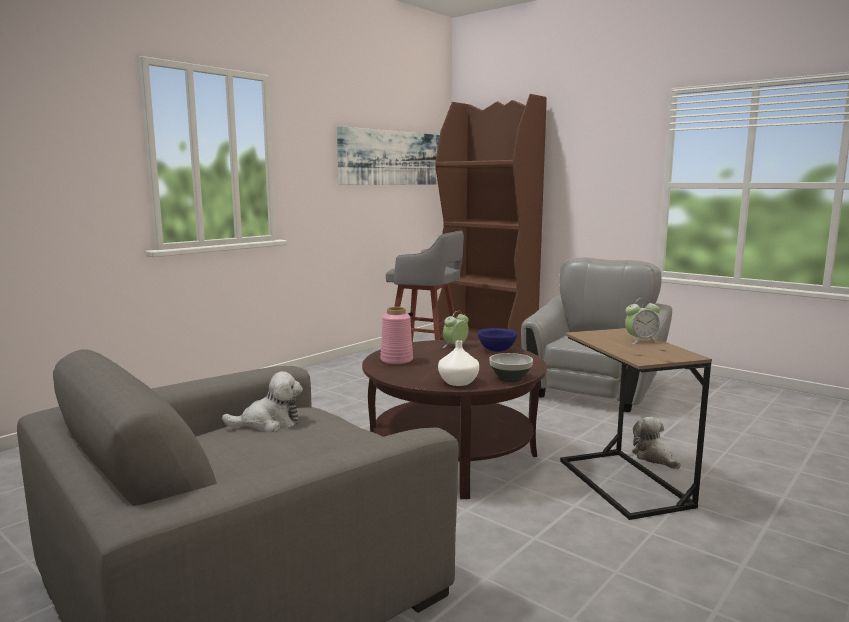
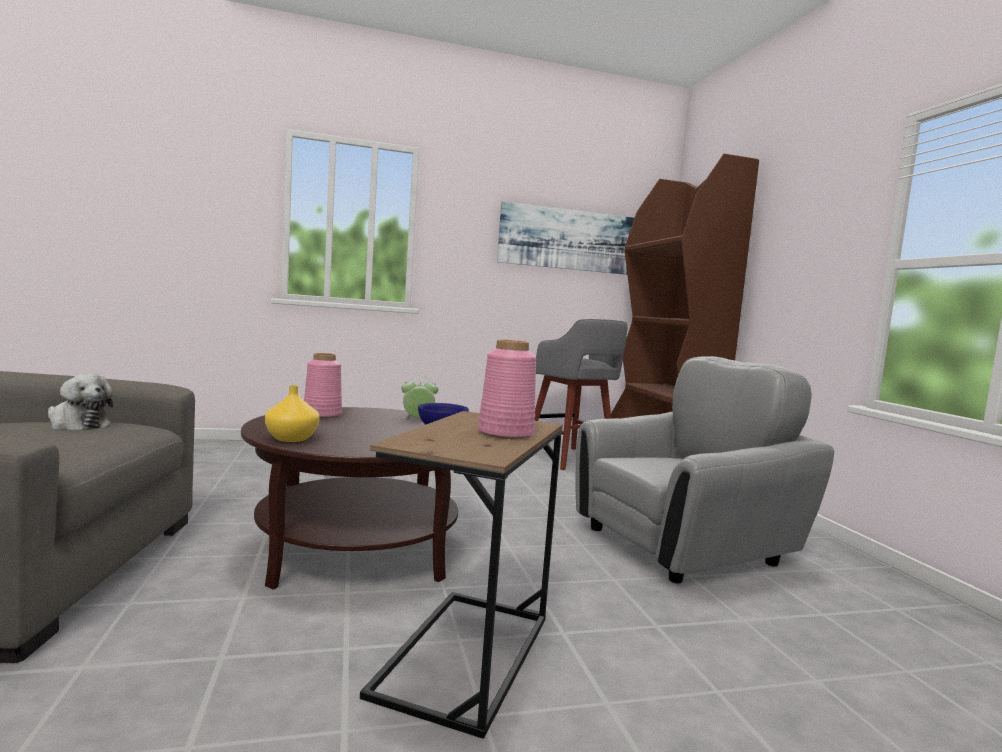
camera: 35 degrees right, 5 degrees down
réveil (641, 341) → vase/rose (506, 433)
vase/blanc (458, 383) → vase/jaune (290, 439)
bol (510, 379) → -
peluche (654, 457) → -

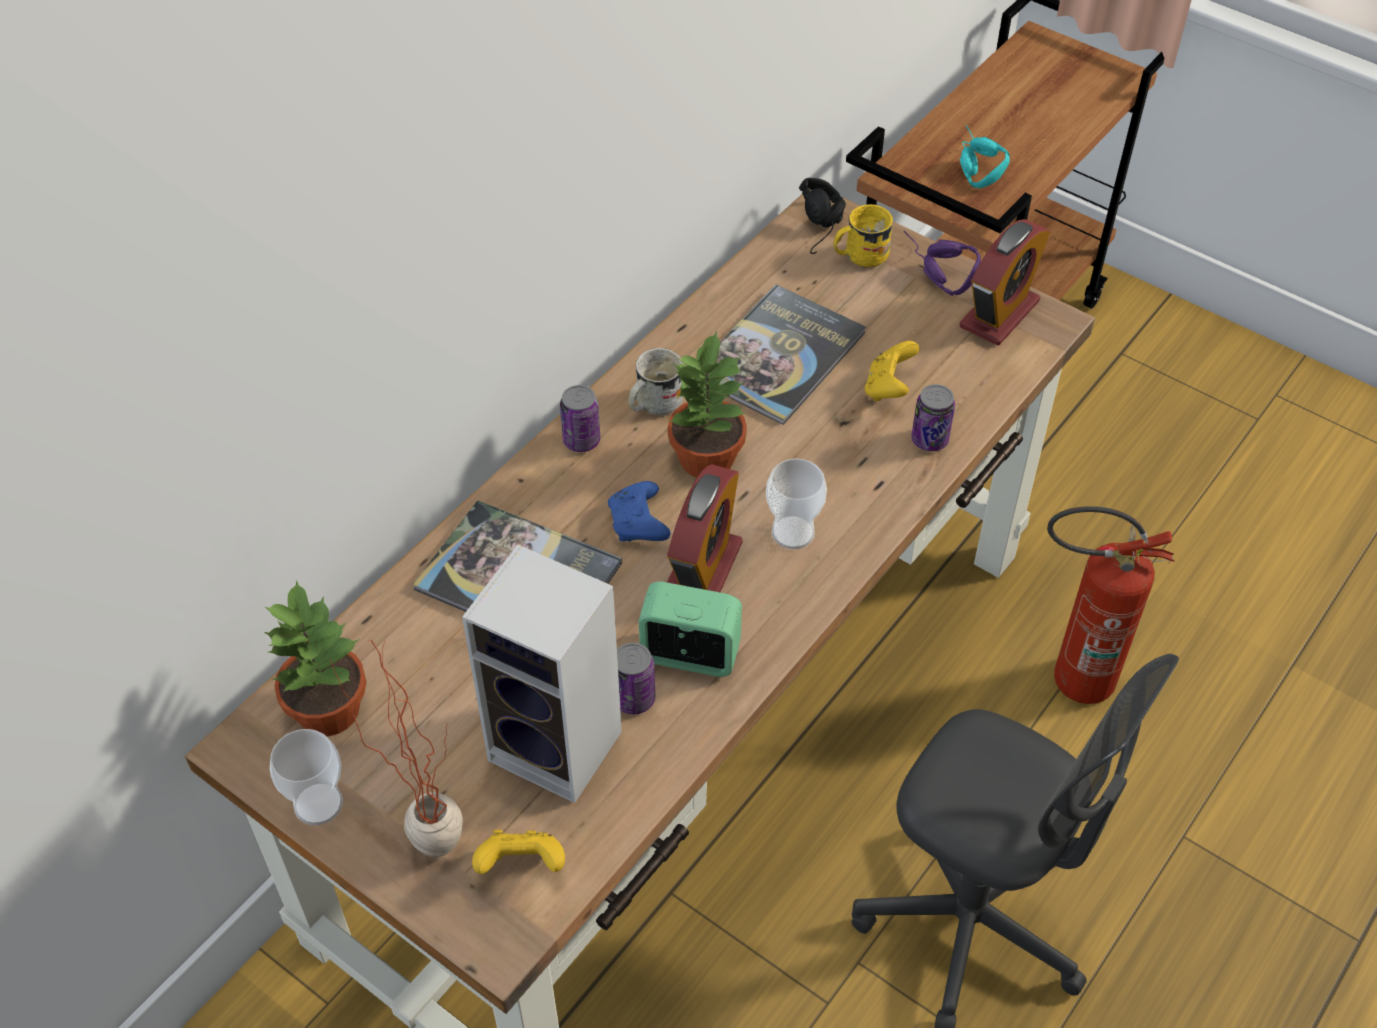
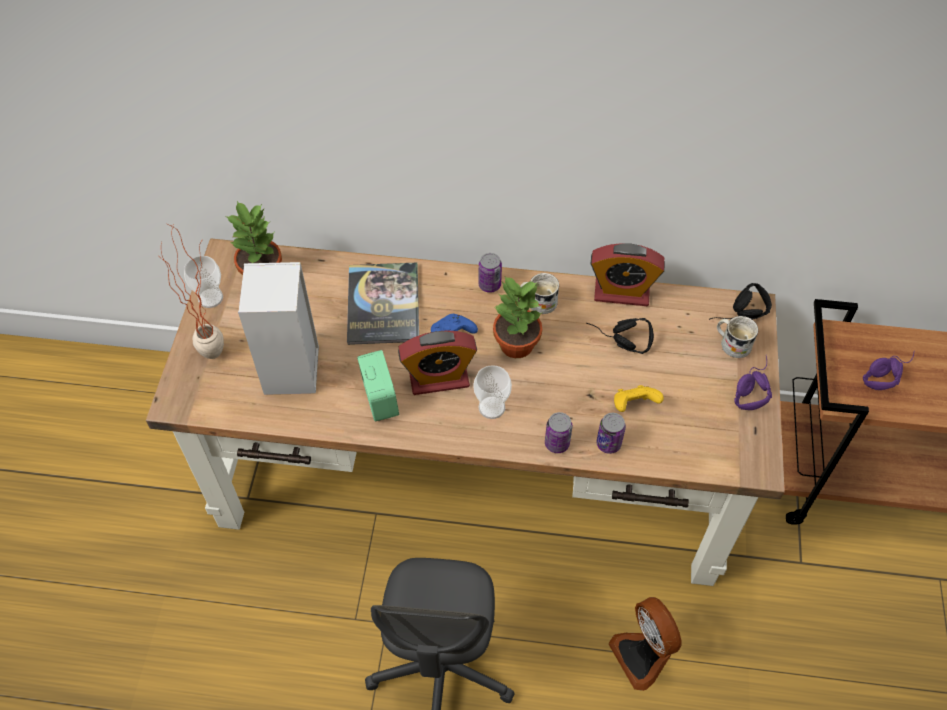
camera: 60 degrees right, 5 degrees up
casque audio/turquoise (971, 164) → casque audio/violet (885, 371)
mug/jaune (859, 256) → mug/blanc (731, 344)
réveil (999, 314) → réveil (621, 292), shifted
livre (779, 355) → casque audio/noir (618, 341)
extincteur (1067, 679) → ventilateur (643, 655)
boîte métallique (634, 698) → boîte métallique (557, 443), shifted
manette/jaune (522, 865) → -

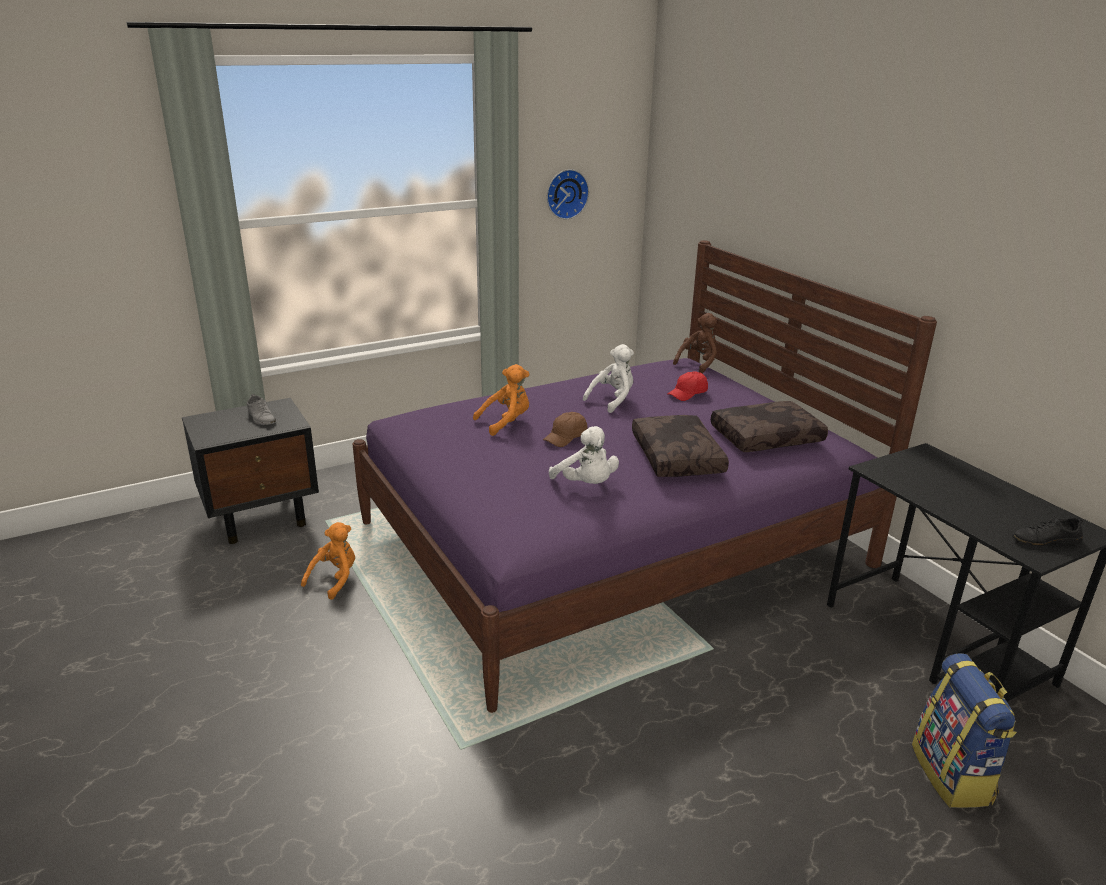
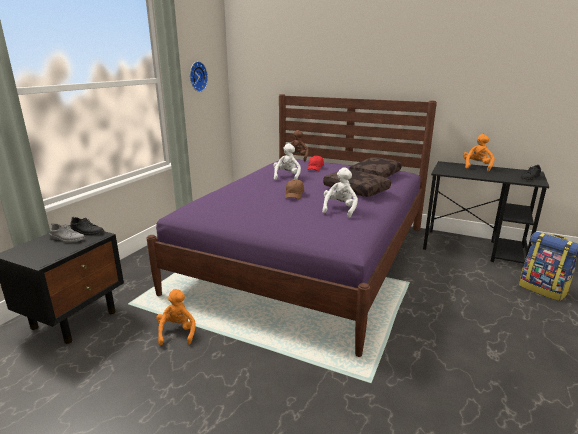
camera: 35 degrees left, 5 degrees down
peluche/orange (506, 422) → peluche/orange (476, 167), shifted
peluche/blanc (586, 484) → peluche/blanc (340, 209), 90 degrees counterclockwise
- → chaussure/noir (87, 232)

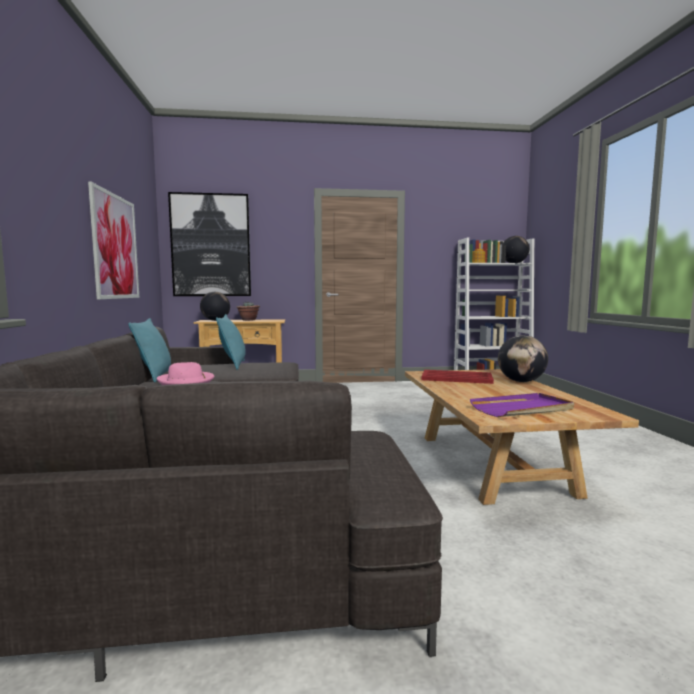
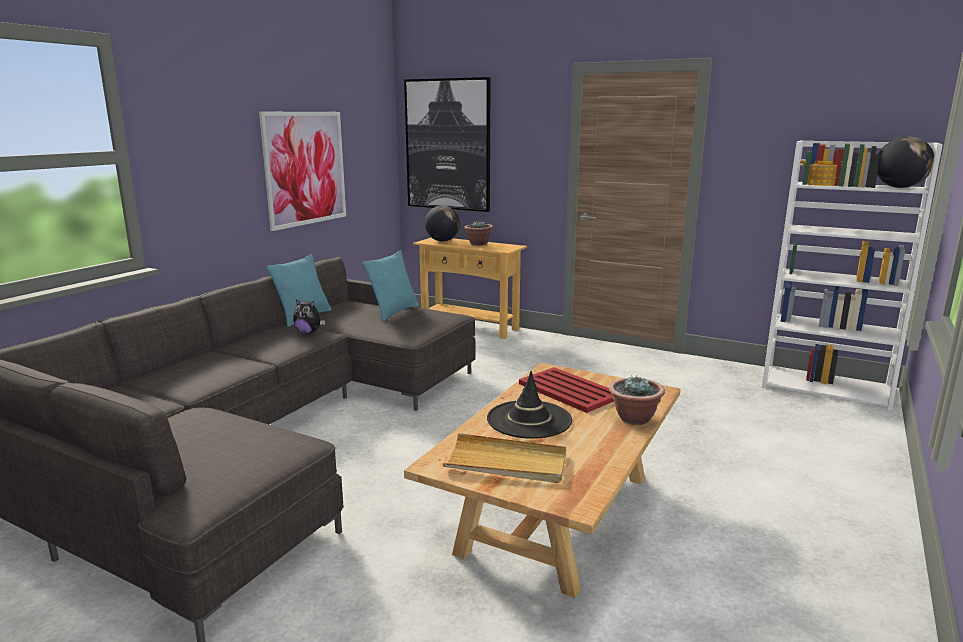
camera: 35 degrees right, 10 degrees up
globe (521, 381) → plante en pot (634, 418)
chapeau/rose (186, 382) → peluche (309, 332)
plateau/violet (522, 409) → plateau/beige (506, 463)
- → chapeau/noir (529, 420)

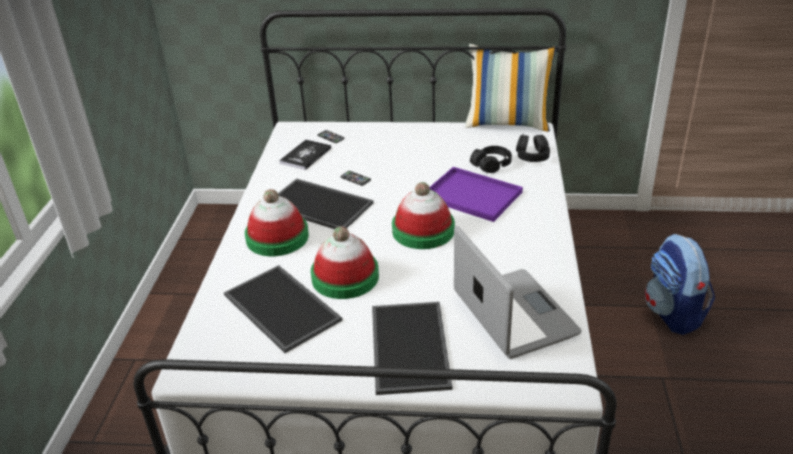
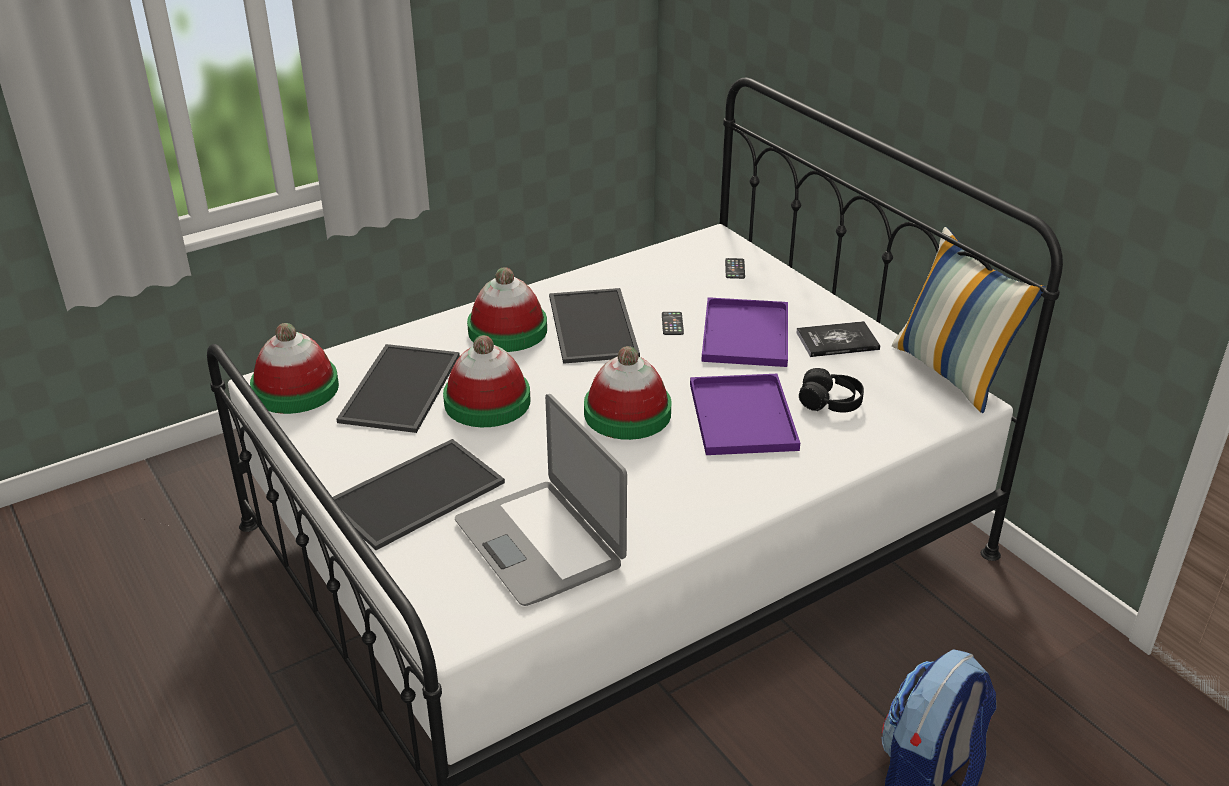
camera: 50 degrees right, 0 degrees up
casque audio/noir (532, 156) → -
livre (305, 155) → livre (837, 341), shifted
ordinateur portable (513, 314) → ordinateur portable (540, 543), 120 degrees clockwise
- → plateau/violet (744, 333)
- → chapeau (295, 388)

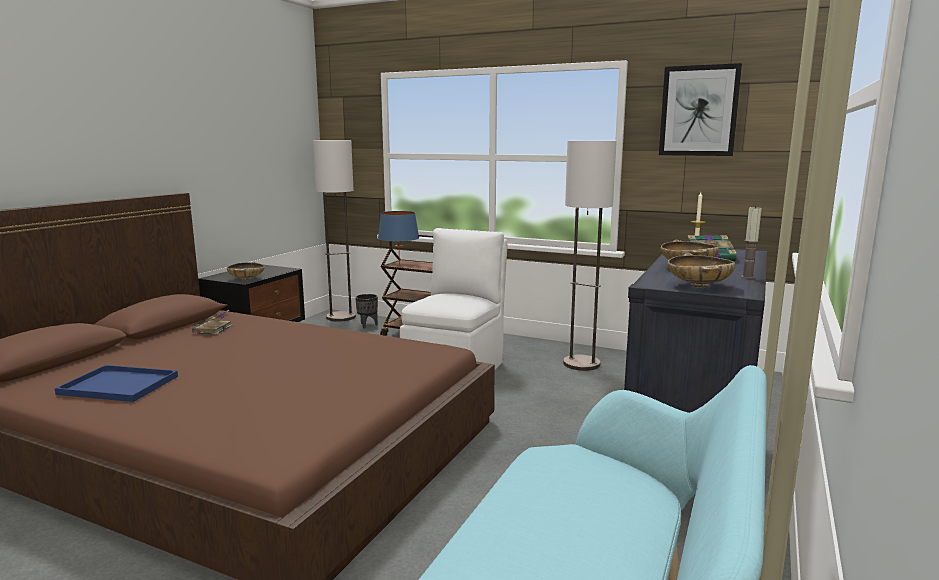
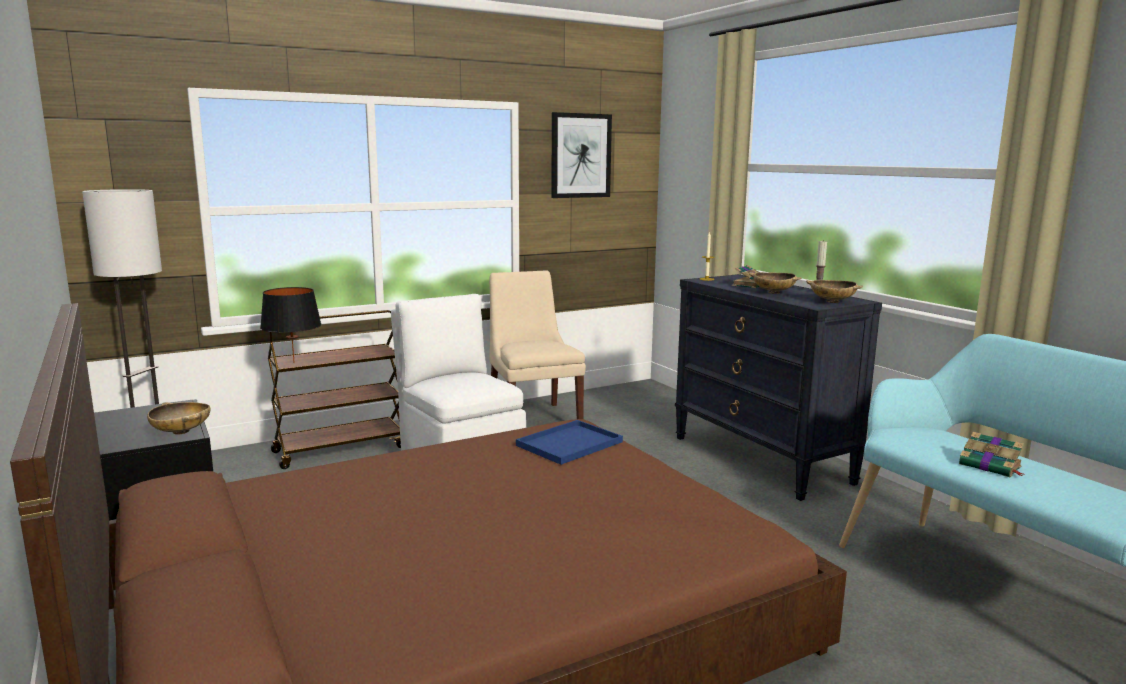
camera: 55 degrees left, 0 degrees up
lampadaire (582, 364) → chaise/beige (533, 419)
lampe de table/bleu (399, 264) → lampe de table/noir (293, 363)
cache-pot/noir (367, 325) → -
livre (212, 330) → livre (991, 466), shifted
plateau/bleu (116, 385) → plateau/bleu (568, 444), shifted

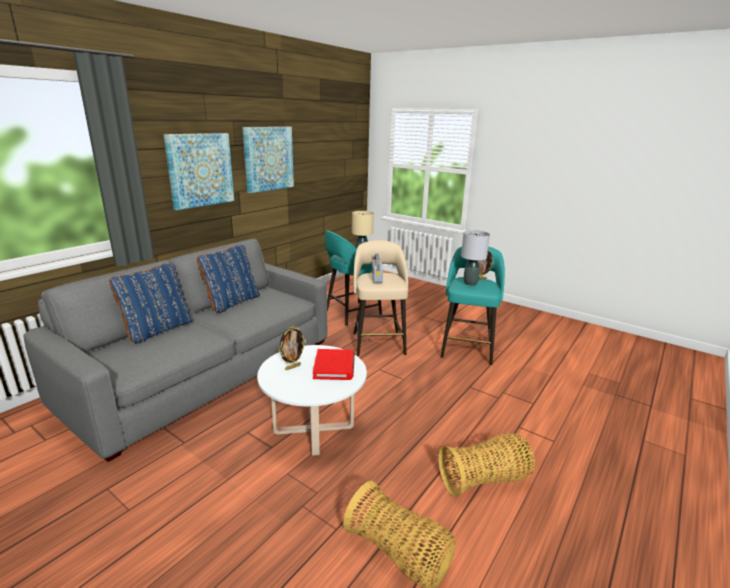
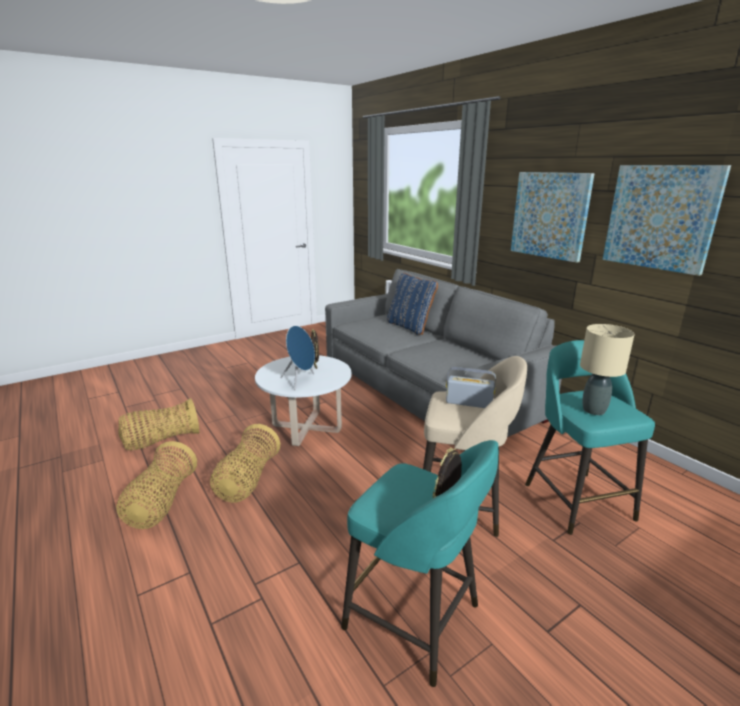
camera: 110 degrees right, 0 degrees up
lampe de table/gris (470, 283) → -
coussin/bleu (232, 302) → -
livre/rouge (334, 367) → enceinte/bleu (300, 381)
- → panier (247, 481)

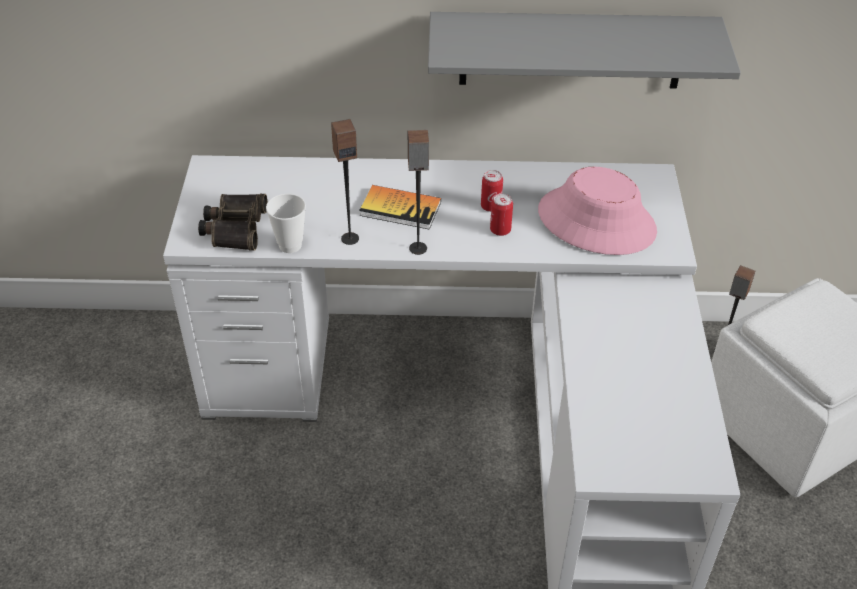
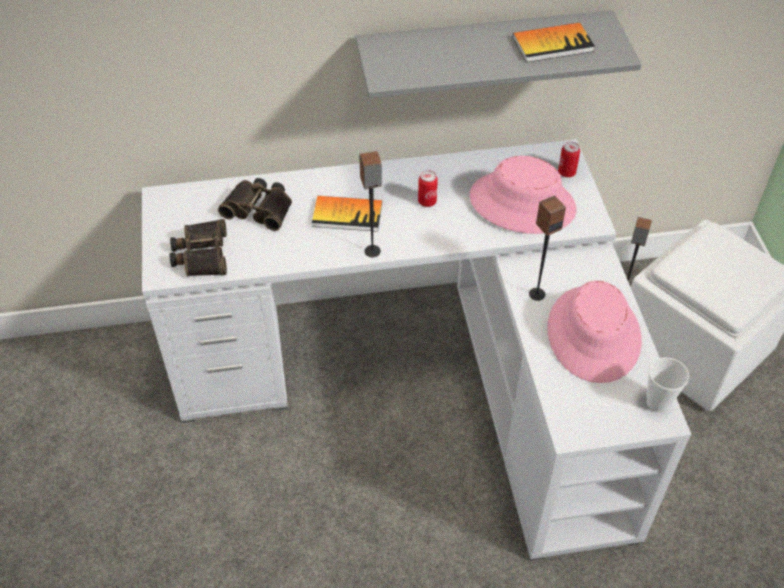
camera: 10 degrees left, 5 degrees up
enceinte (350, 238) → enceinte (536, 294), shifted
tasse (290, 245) → tasse (658, 403), shifted
boîte métallique (500, 230) → boîte métallique (566, 172), shifted
- → livre (552, 44)
- → jumelles (259, 208)
- → chapeau/rose (594, 334)

